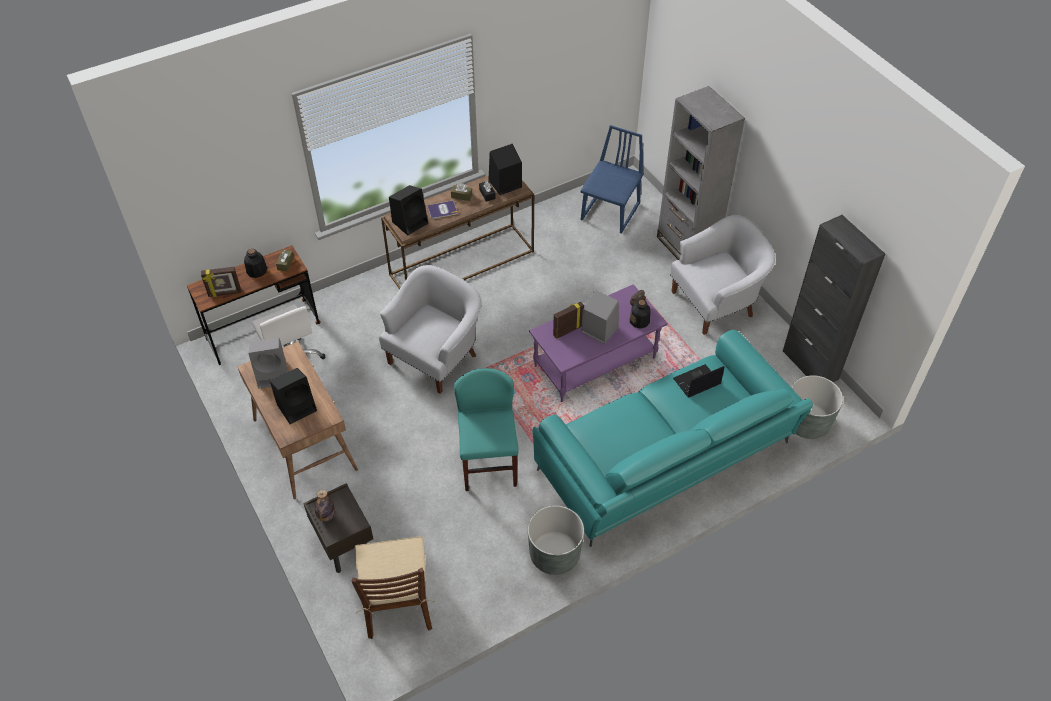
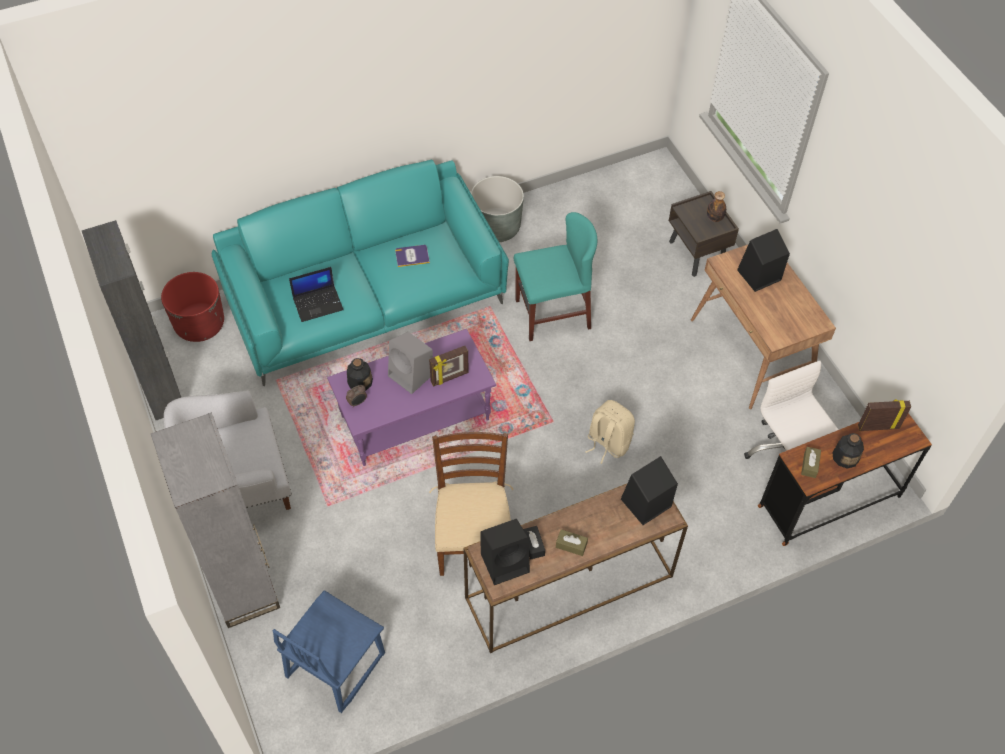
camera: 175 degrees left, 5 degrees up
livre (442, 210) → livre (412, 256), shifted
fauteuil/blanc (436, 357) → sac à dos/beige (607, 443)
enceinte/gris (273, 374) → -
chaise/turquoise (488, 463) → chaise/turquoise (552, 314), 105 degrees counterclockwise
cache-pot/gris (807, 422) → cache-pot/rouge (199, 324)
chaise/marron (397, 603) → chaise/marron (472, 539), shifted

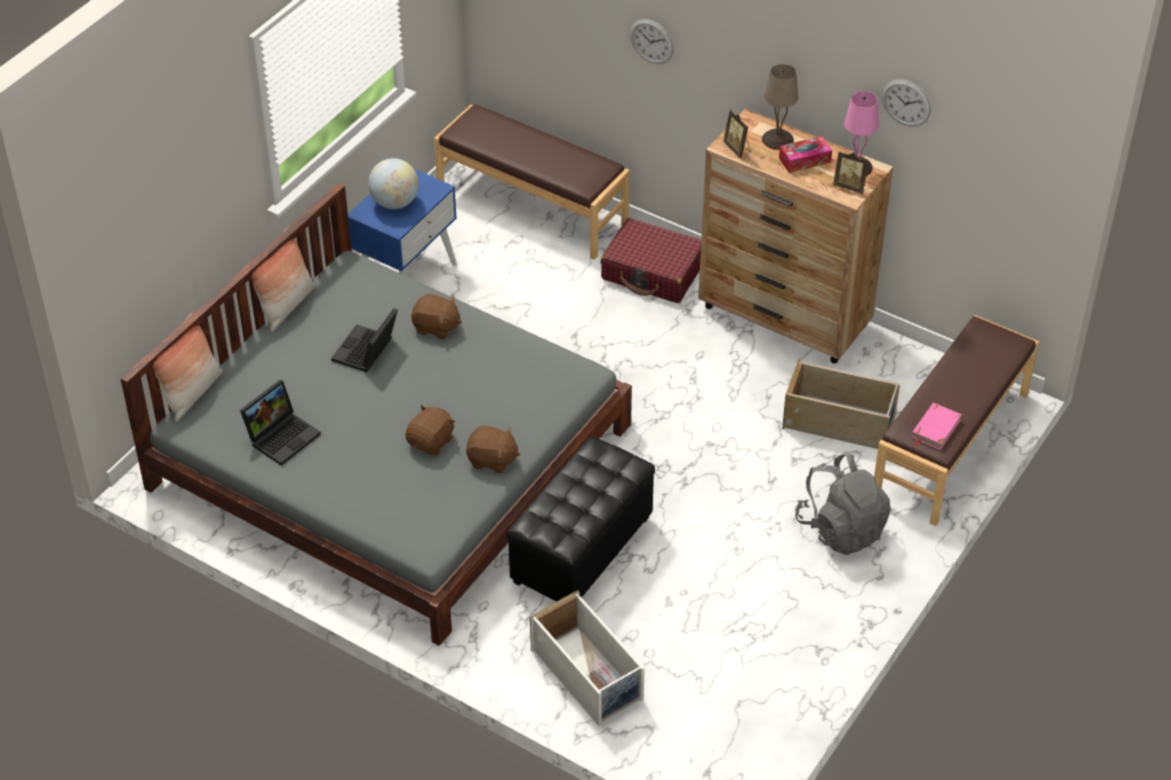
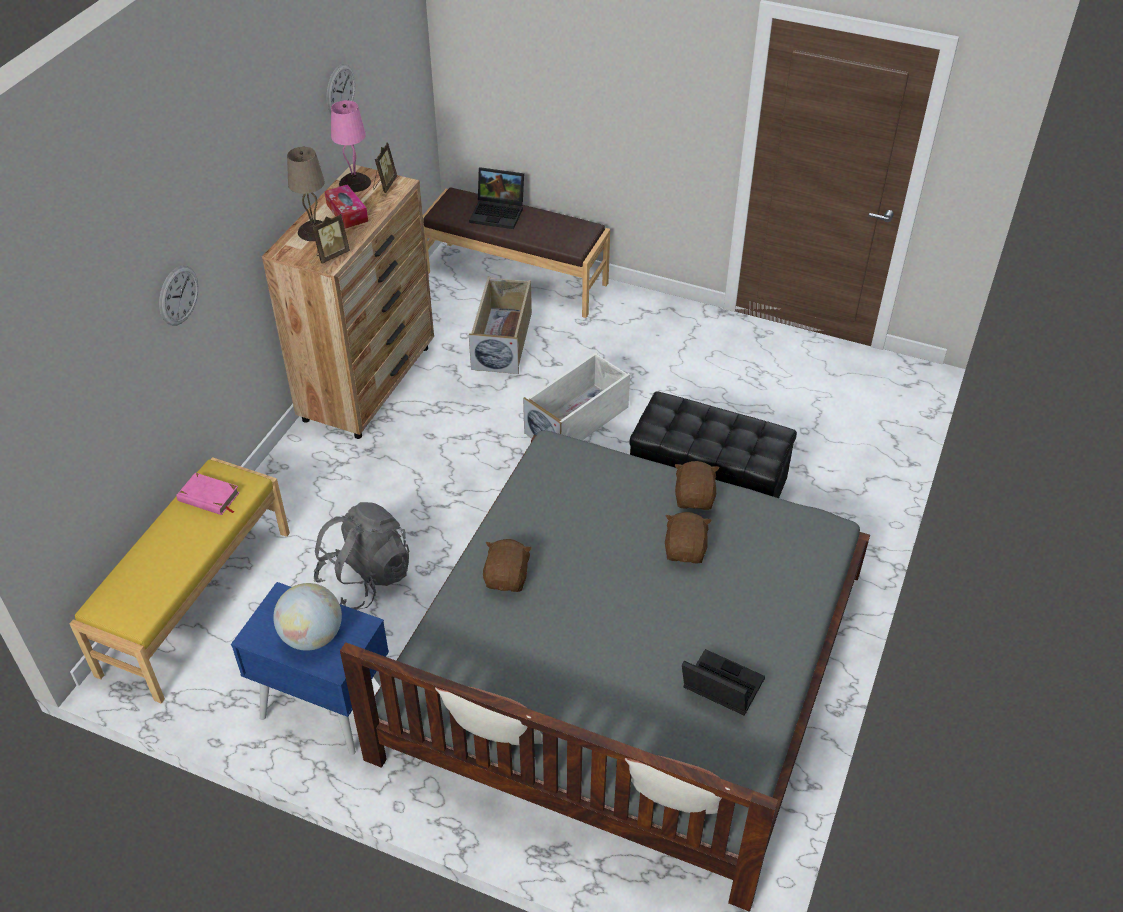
camera: 100 degrees left, 0 degrees up
banc/marron (532, 207) → banc/jaune (195, 601)
valise/rouge (653, 272) → -
ordinateur portable (366, 352) → ordinateur portable (499, 213), shifted
livre/rose (935, 429) → livre/rose (209, 497), shifted
peluche/marron (431, 442) → peluche/marron (685, 550), 75 degrees clockwise
sac à dos/gris (841, 529) → sac à dos/gris (365, 578), shifted
boîte de rangement/blanc (588, 675) → boîte de rangement/blanc (577, 420), shifted

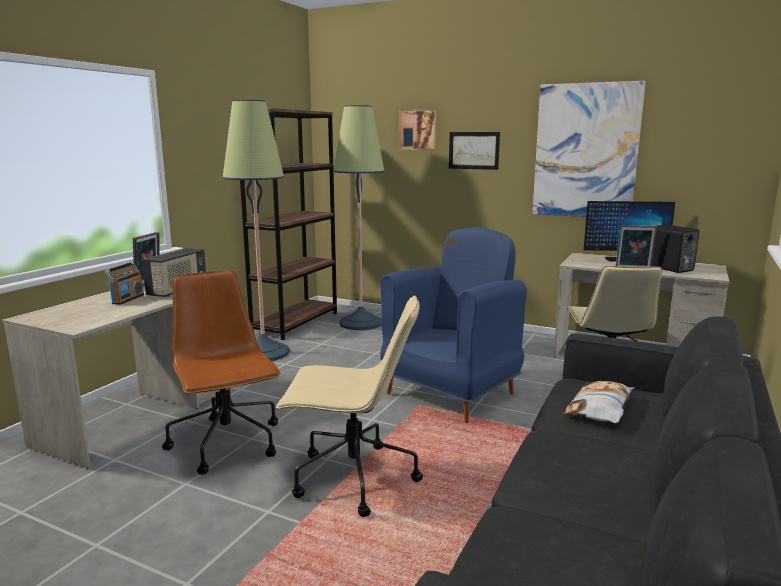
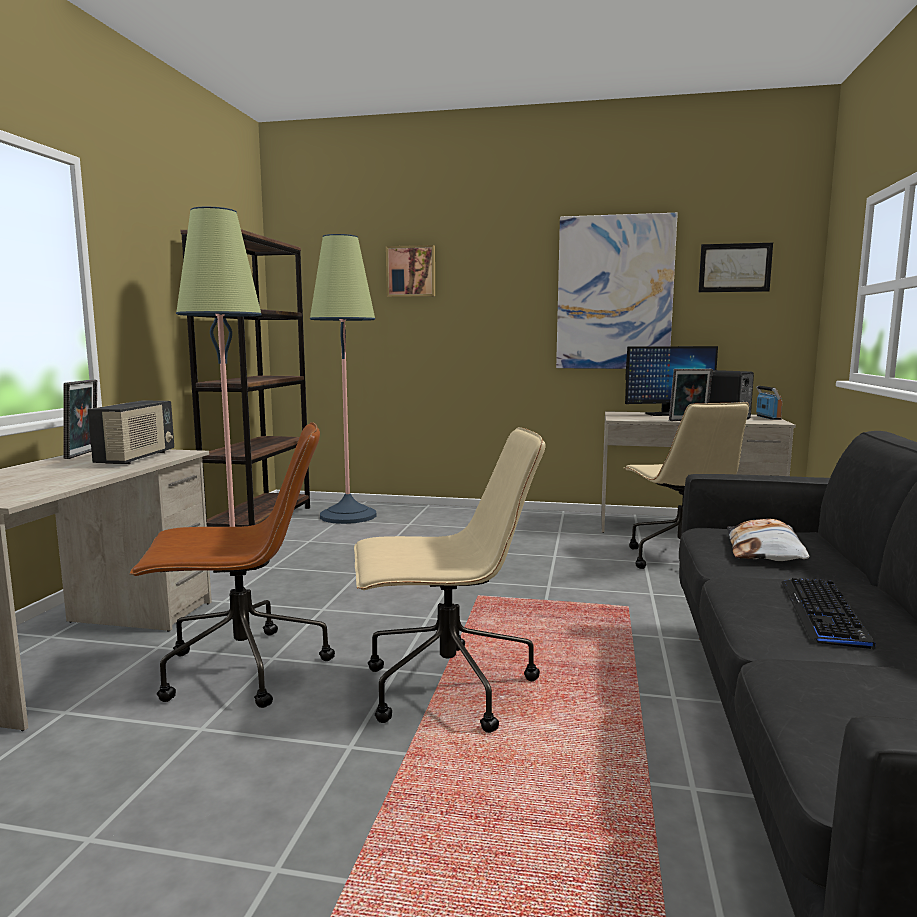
camera: 15 degrees left, 5 degrees down
tableau (473, 150) → tableau (735, 267), shifted
fauteuil/bleu (452, 393) → -
radio (127, 299) → radio (768, 418), shifted
chaise de bureau/marron (227, 444) → chaise de bureau/marron (241, 670), 120 degrees clockwise
- → clavier (824, 613)

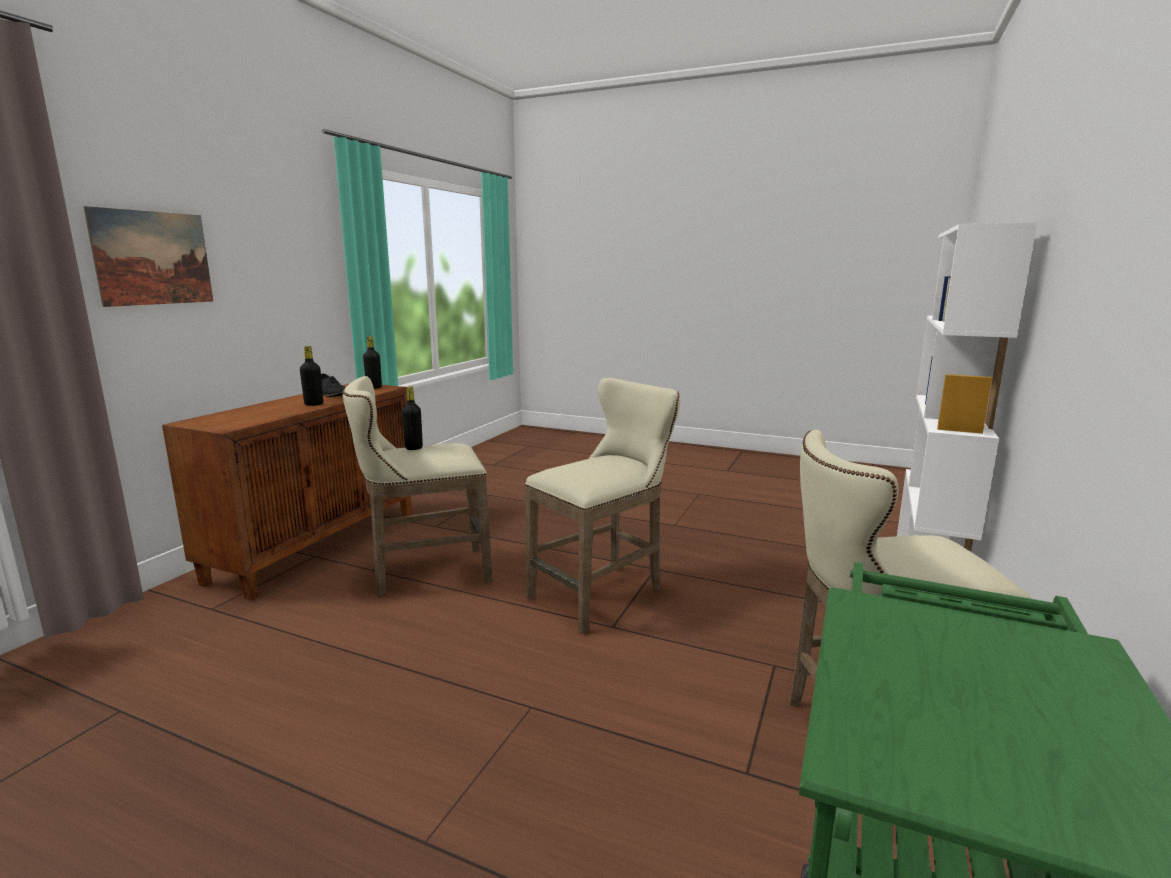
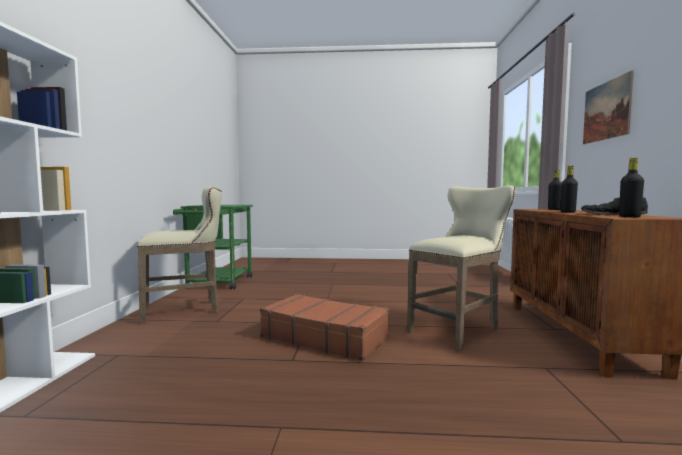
camera: 160 degrees right, 10 degrees down
tabouret/beige (603, 593) → valise/marron (324, 337)
bouteille/noir (414, 448) → bouteille/noir (554, 209), shifted

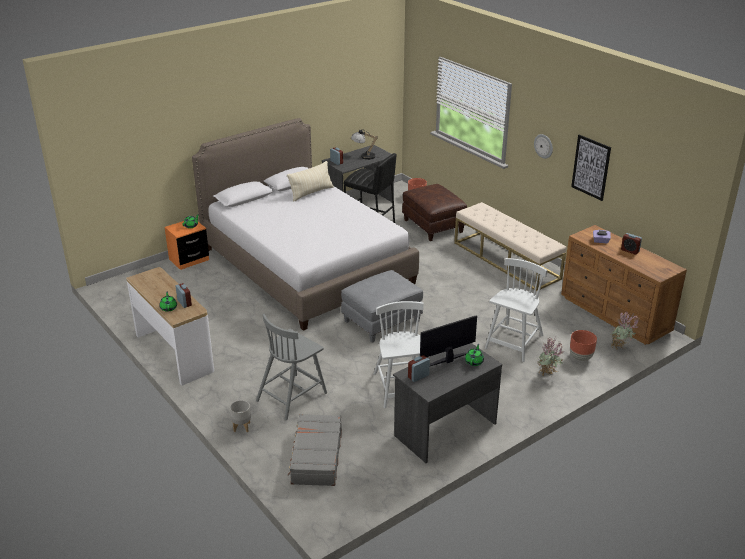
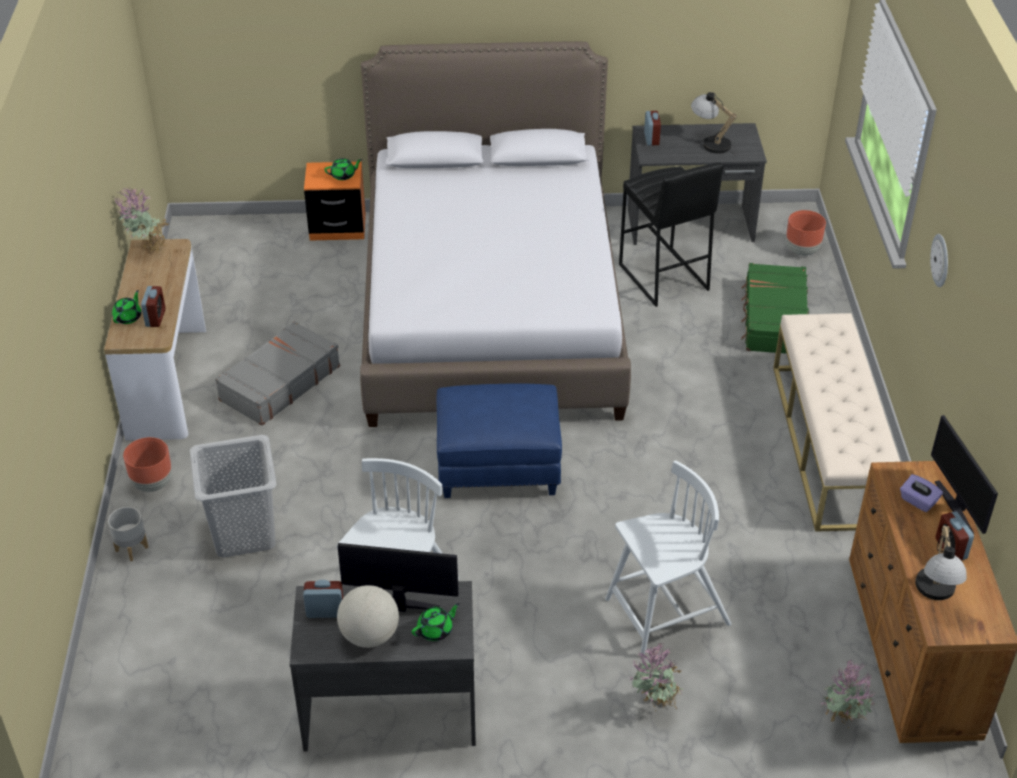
camera: 35 degrees right, 10 degrees up
tableau (591, 167) → -
coussin/beige (311, 193) → -
pouf/marron (434, 226) → valise/vert (773, 319)
pouf/gris (382, 321) → pouf/bleu (499, 466)
chaise/gris (292, 396) → panier à linge/gris (243, 533)
cache-pot/marron (580, 357) → cache-pot/marron (152, 483), shifted
valise/gris (316, 457) → valise/gris (279, 383), shifted
- → plante en pot (147, 251)
- → écran d'ordinateur (956, 507)
- → lampe de table (935, 594)
- → globe (369, 636)

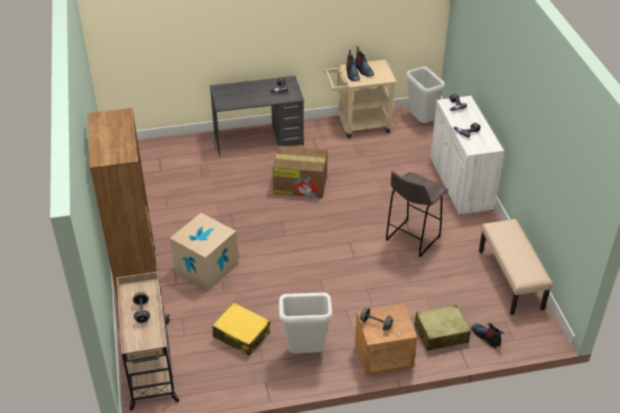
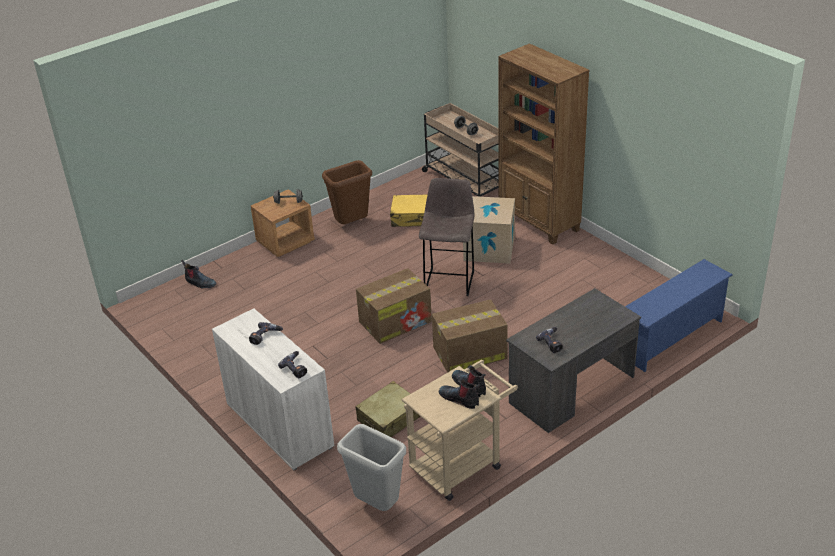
camera: 155 degrees right, 5 degrees down
tabouret/gris (411, 239) → tabouret/gris (449, 281), shifted
banc/beige (511, 279) → -
poubelle/blanc (305, 352) → poubelle/marron (352, 224)
valise/beige (440, 333) → valise/beige (390, 418), shifted
- → étagère à chaussures/bleu (671, 338)
- → carton (396, 321)

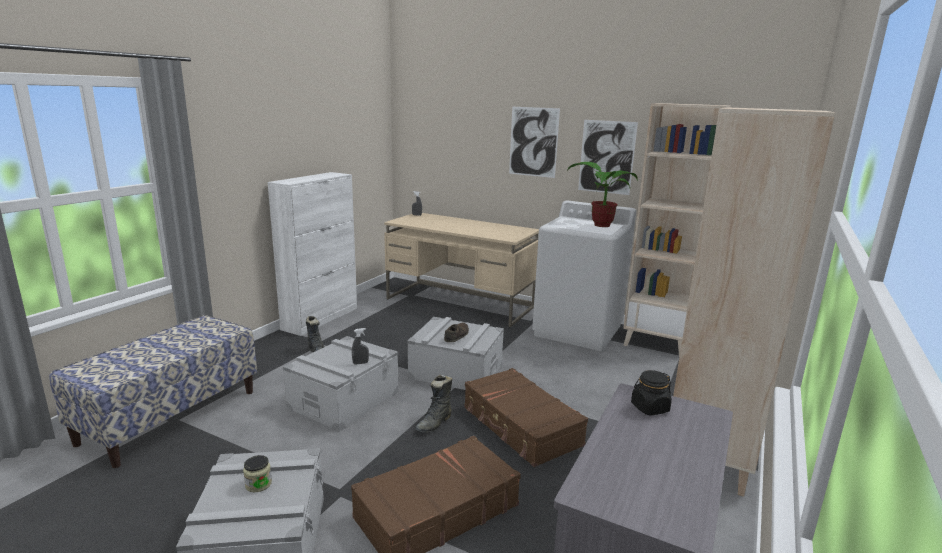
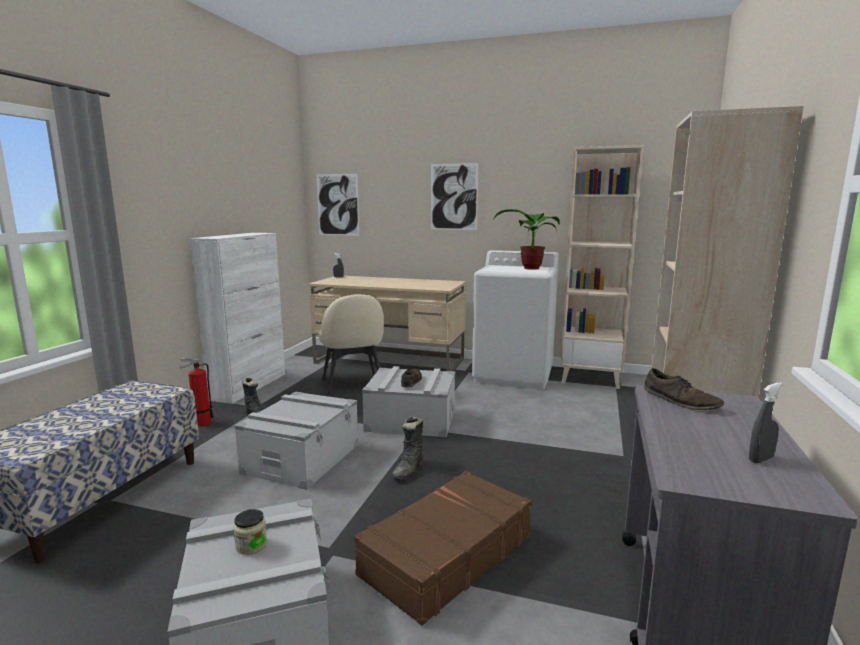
camera: 10 degrees left, 5 degrees down
tableau (606, 157) → tableau (338, 205), shifted
vaporisateur/gris (360, 363) → vaporisateur/gris (760, 459), shifted
valise/marron (520, 426) → -
bocal/noir (649, 408) → chaussure/marron (680, 401)
- → chaise/beige (353, 384)
- → extincteur (200, 423)

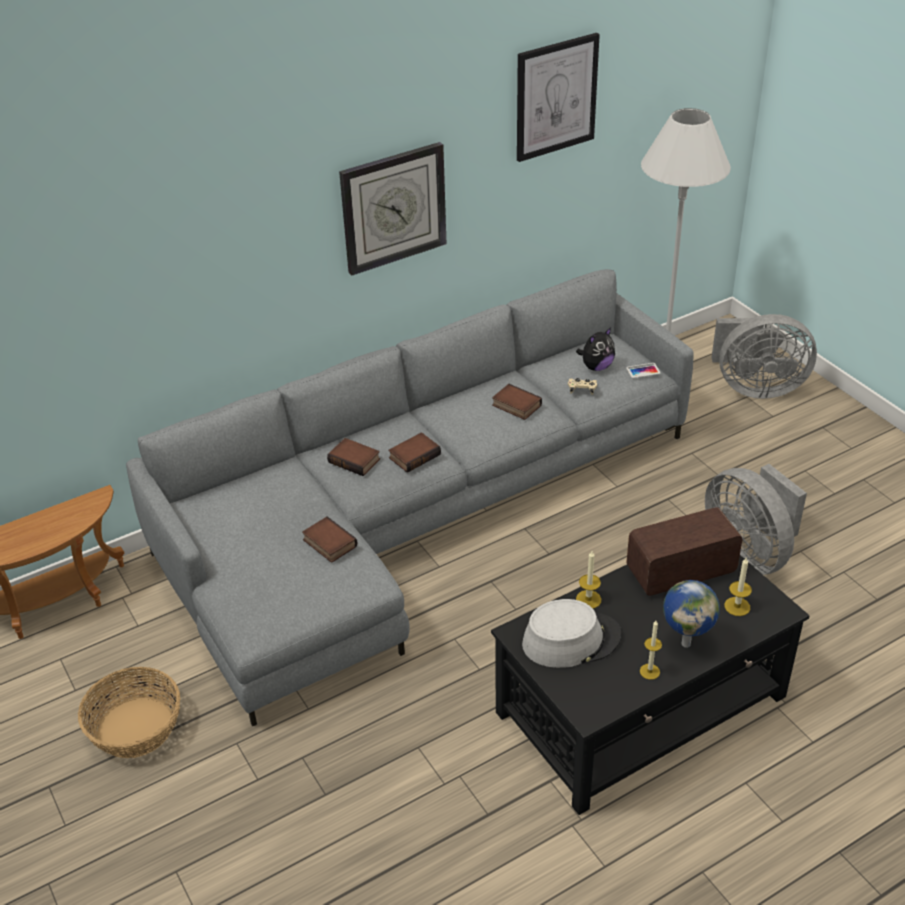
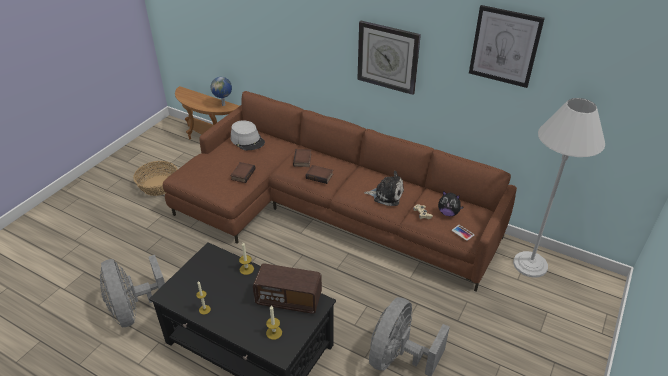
camera: 60 degrees right, 0 degrees up
canapé/gris (412, 518) → canapé/marron (327, 211)
ventilateur/gris (755, 387) → ventilateur/gris (134, 309), shifted
livre (515, 406) → peluche (386, 195)
radio (681, 572) → radio (289, 299), 150 degrees clockwise
globe (686, 643) → globe (224, 105), shifted
chapeau/gris (571, 640) → chapeau/gris (247, 140), shifted

